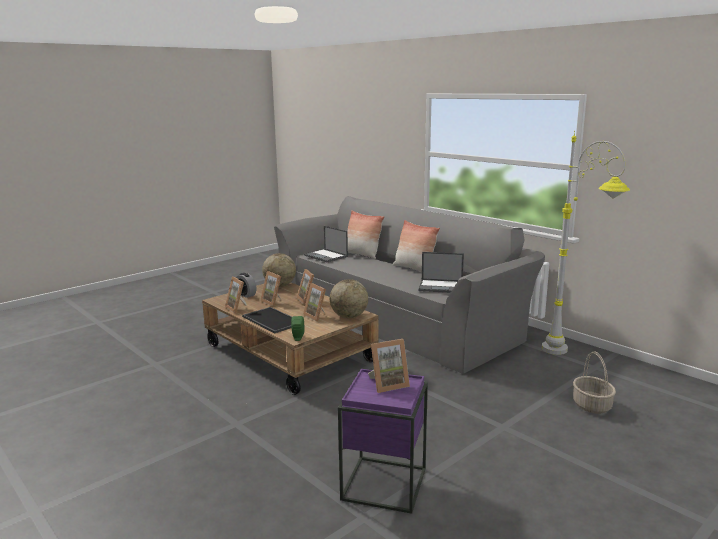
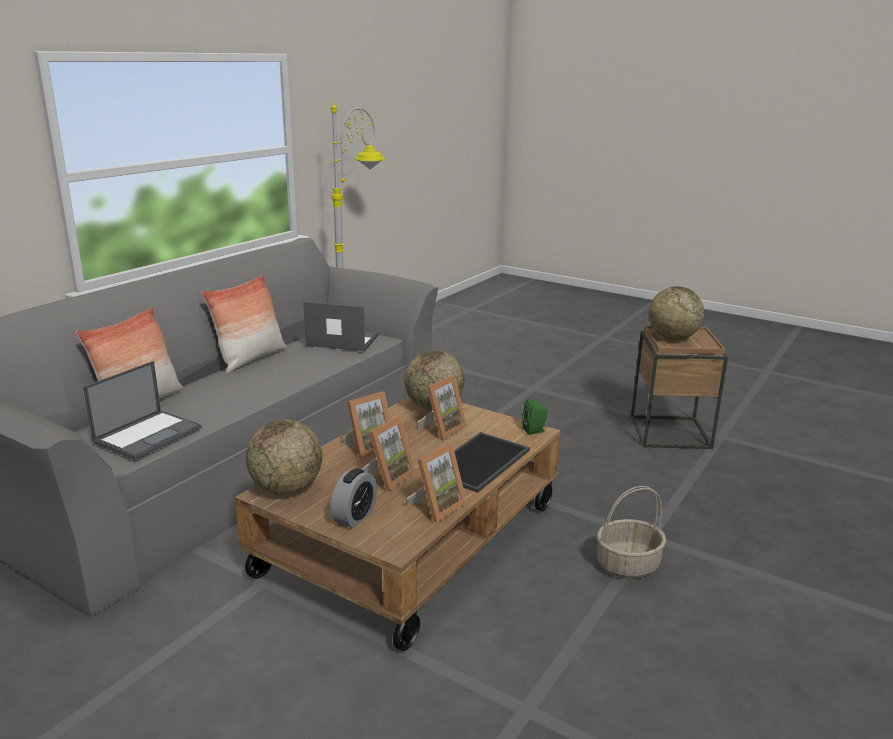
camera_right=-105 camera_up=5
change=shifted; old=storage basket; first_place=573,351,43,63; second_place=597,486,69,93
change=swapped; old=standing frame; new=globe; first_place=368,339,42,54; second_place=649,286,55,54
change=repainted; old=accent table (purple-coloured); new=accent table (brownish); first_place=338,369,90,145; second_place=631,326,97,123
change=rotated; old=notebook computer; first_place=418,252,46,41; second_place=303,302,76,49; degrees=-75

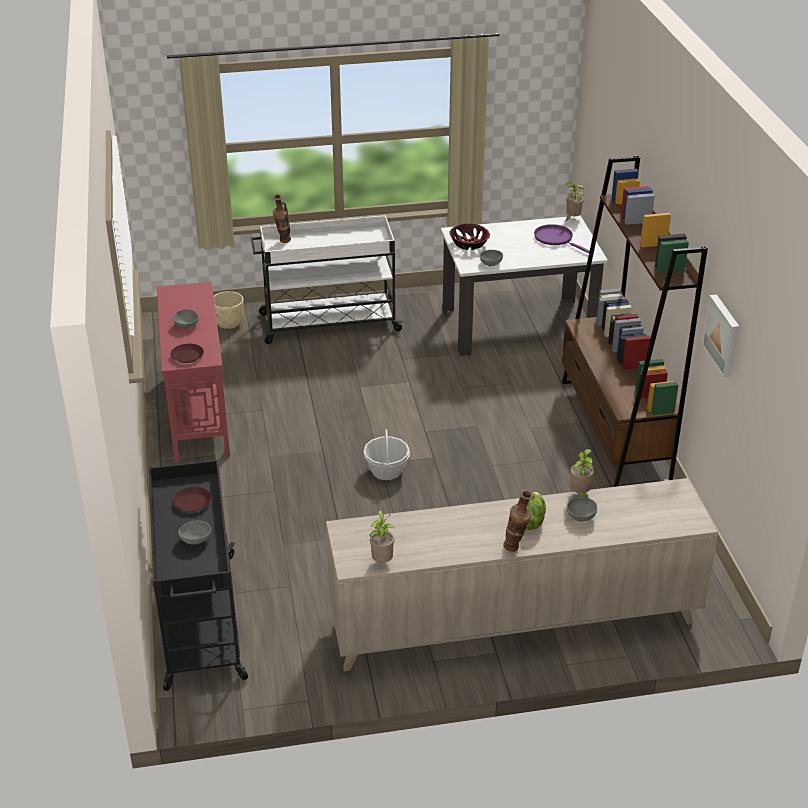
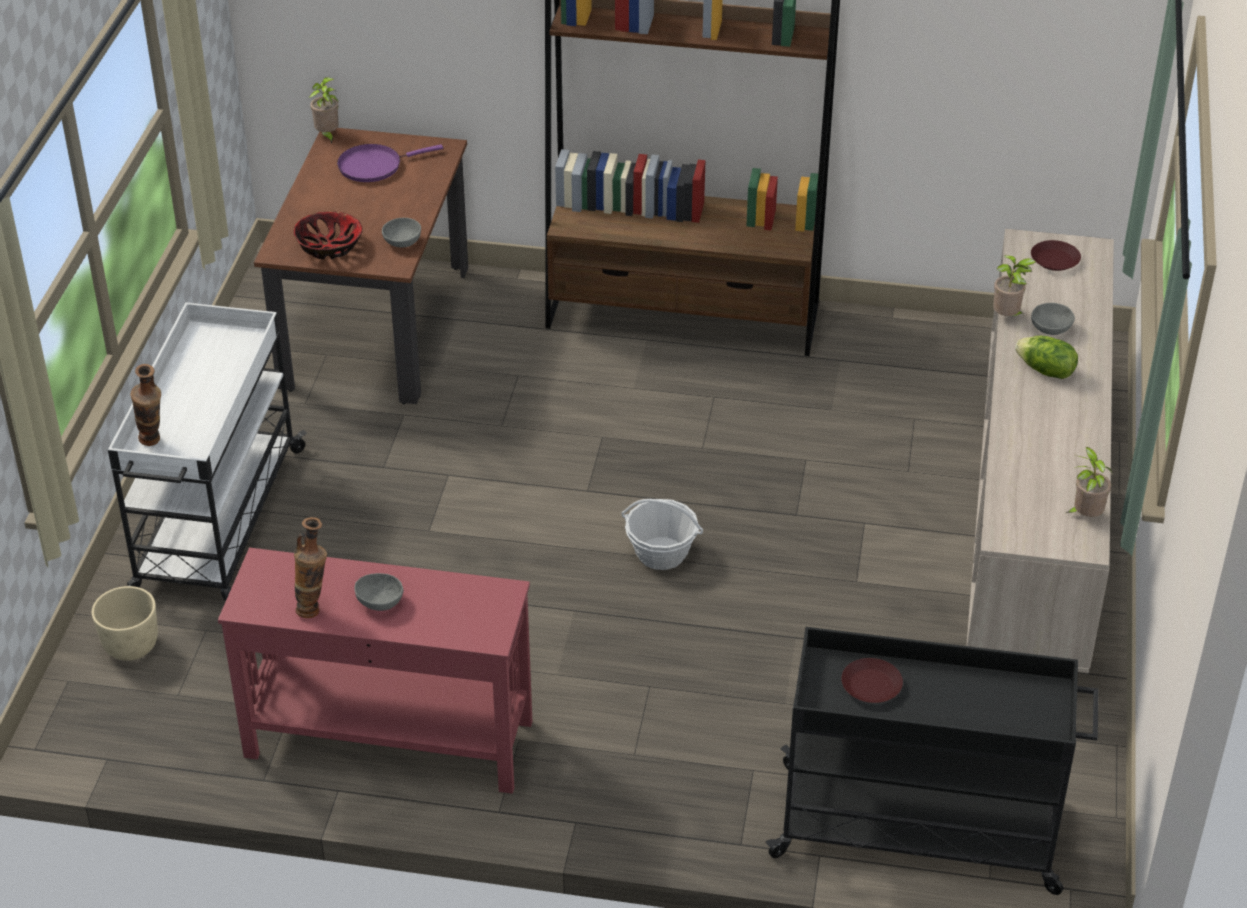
camera_right=-70 camera_up=5
change=gone; old=serving bowl (grey); first_place=178,521,33,23
change=gone; old=wall art; first_place=702,294,37,84
change=shifted; old=dinner plate (brownish); first_place=170,344,34,19; second_place=1031,240,50,31
change=shifted; old=vase; first_place=503,490,31,62; second_place=294,517,33,101
change=repainted; old=dinner table (white); new=dinner table (brownish); first_place=441,215,167,141; second_place=254,128,214,276

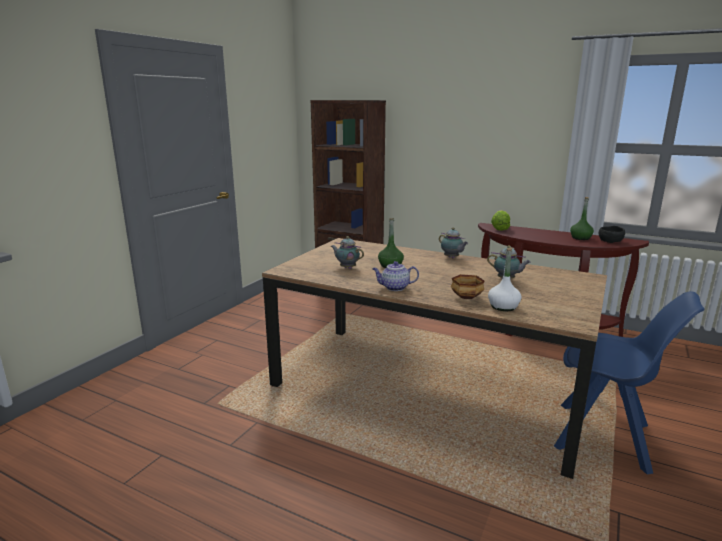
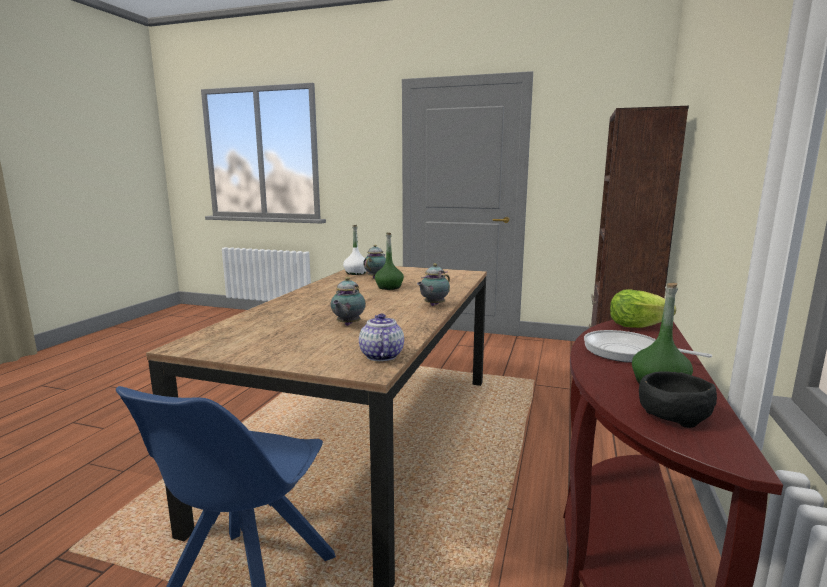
camera_right=80 camera_up=-5
change=gone; old=serving bowl; first_place=451,274,33,25
change=new; new=skillet; second_place=584,330,128,33
change=shifted; old=tea pot; first_place=372,261,47,30; second_place=359,314,45,47
change=shifted; old=drink bottle (white); first_place=488,248,33,63; second_place=343,225,24,50

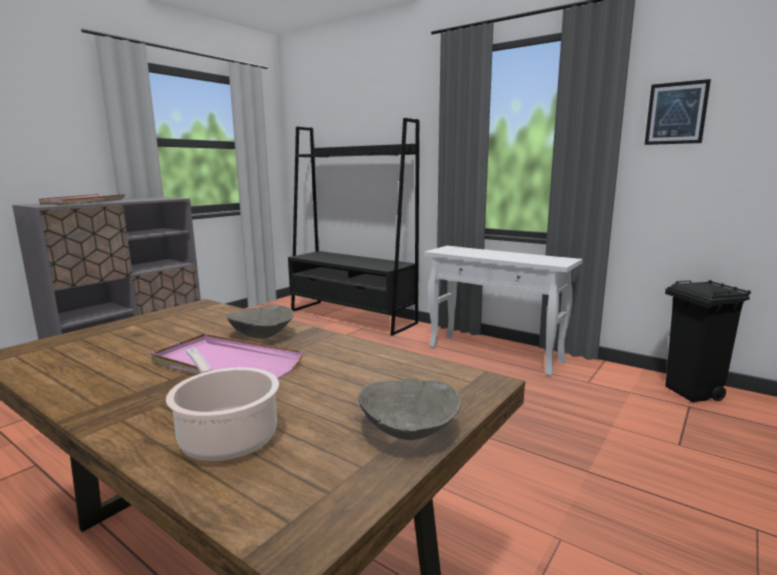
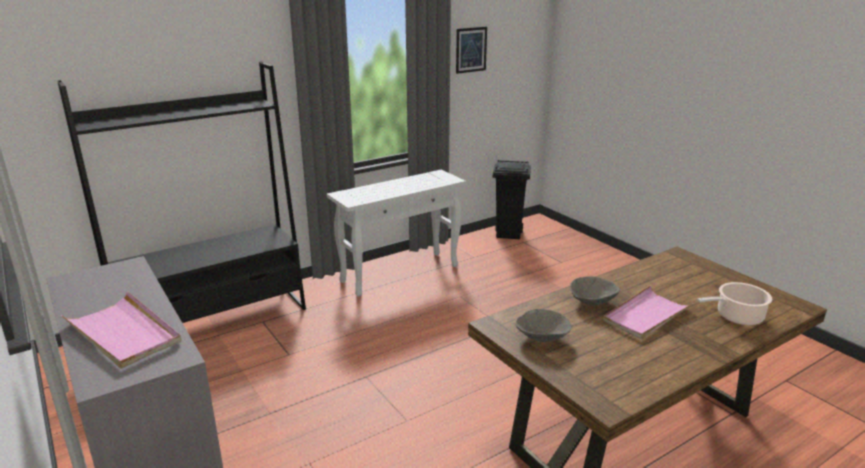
camera_right=-70 camera_up=10
change=shifted; old=serving bowl (grey); first_place=358,379,103,61; second_place=516,309,56,33

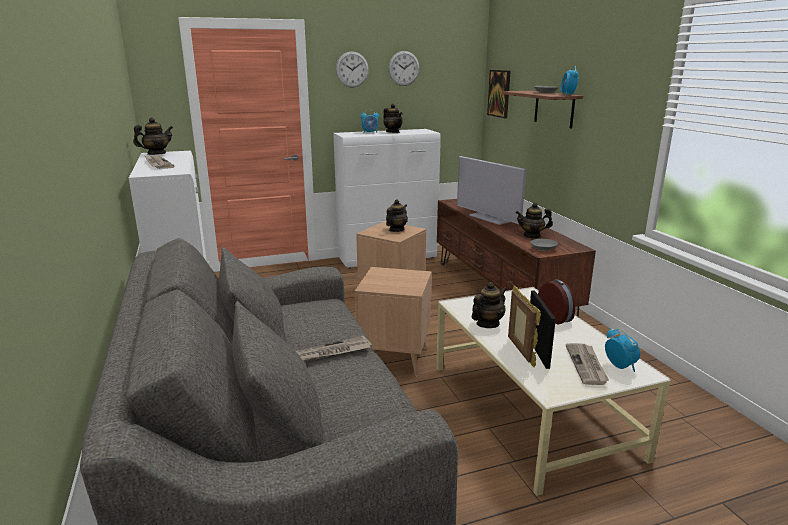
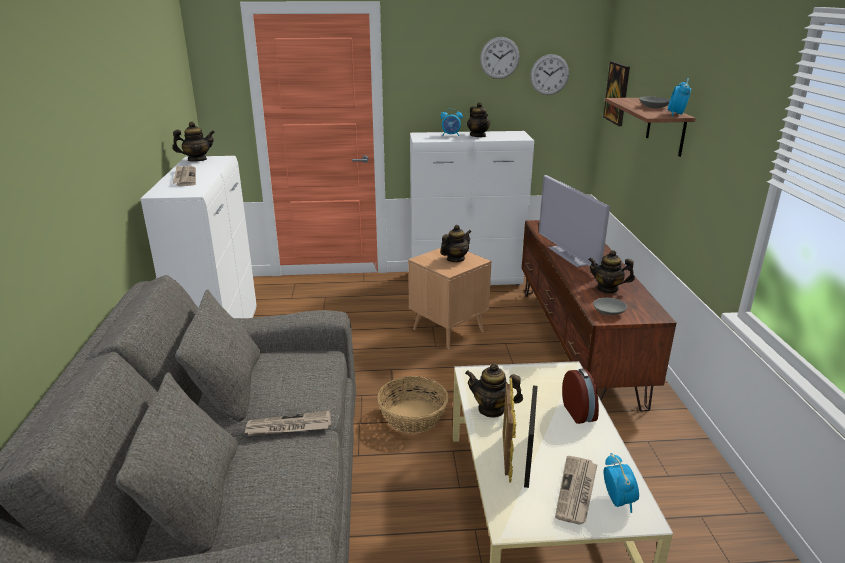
camera_right=15 camera_up=5
change=shifted; old=hanging clock; first_place=336,51,33,37; second_place=530,54,39,41
change=swapped; old=accent table (brownish); new=storage basket; first_place=355,267,77,109; second_place=377,376,71,58
change=rotated; old=tea pot; first_place=472,282,35,46; second_place=465,363,58,55; degrees=-135

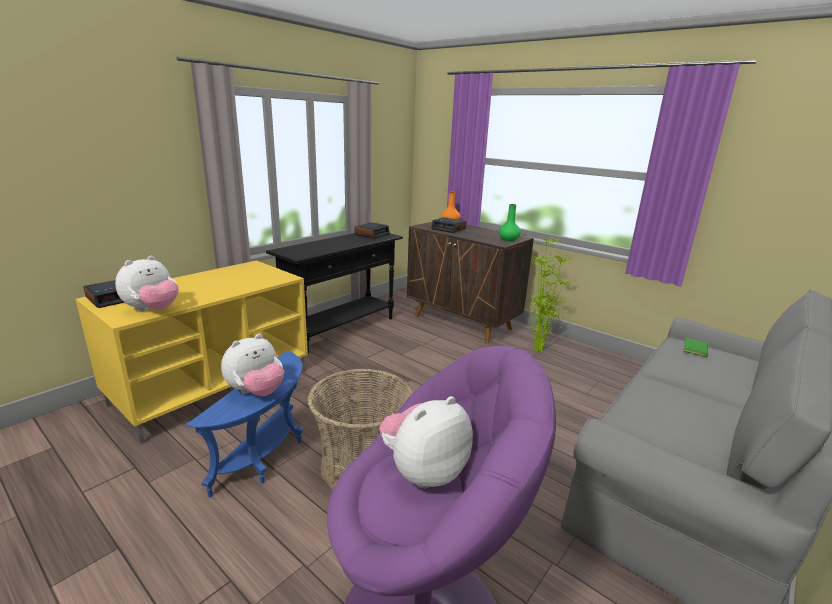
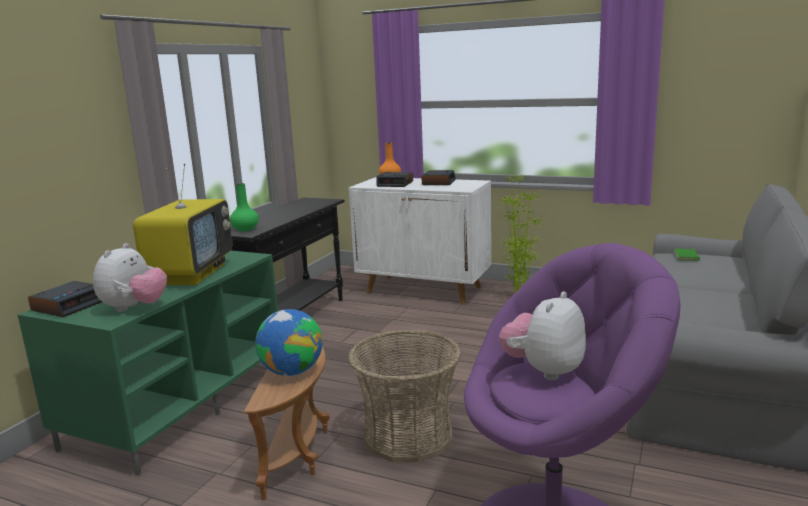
camera_right=-15 camera_up=-5
change=new; new=TV; second_place=133,164,99,121
change=shifted; old=bedside clock; first_place=354,222,36,16; second_place=422,170,34,15
change=shifted; old=vase (green); first_place=499,204,22,37; second_place=230,183,29,48
change=swapped; old=plush toy; new=globe; first_place=221,334,63,62; second_place=255,309,68,67
change=repainted; old=tv unit (yellowish); new=tv unit (green); first_place=75,260,233,184; second_place=18,251,260,224
change=repainted; old=accent table (blue); new=accent table (brownish); first_place=186,351,117,146; second_place=244,347,86,153
change=repainted; old=cupboard (brownish); new=cupboard (white); first_place=407,222,127,122; second_place=349,177,142,128

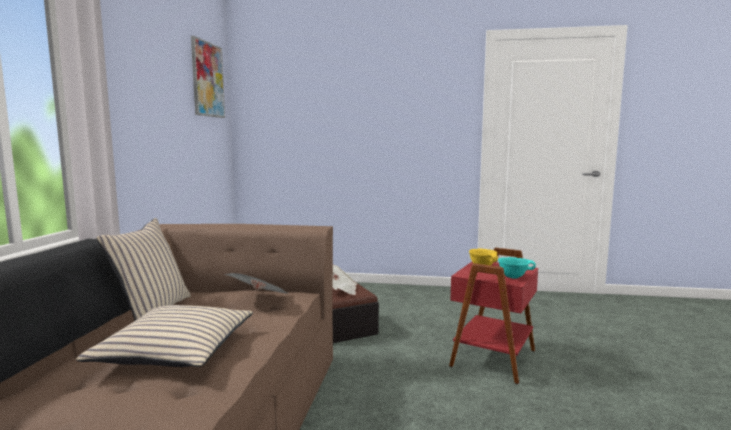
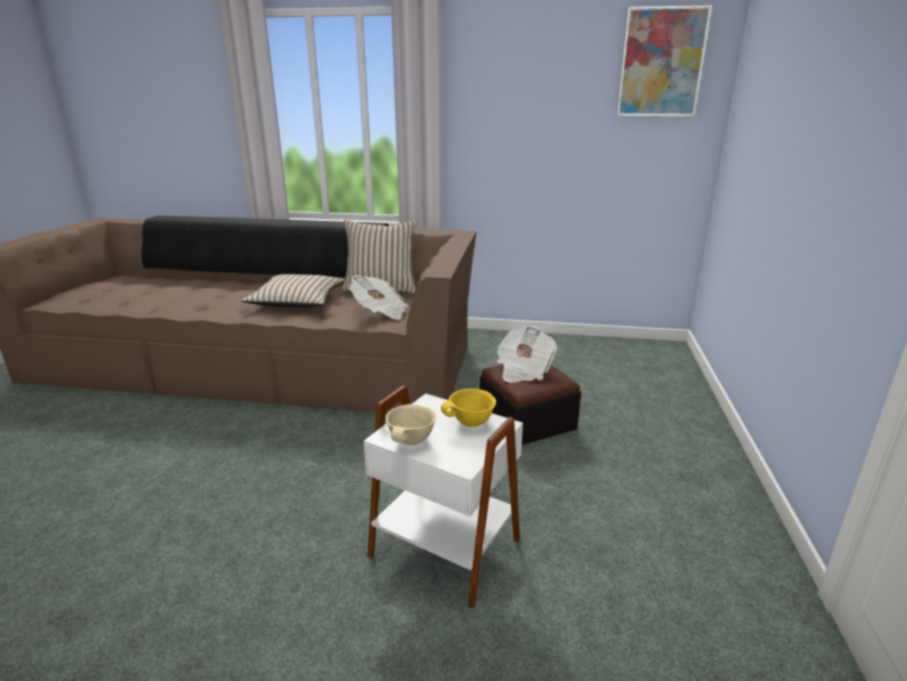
camera_right=90 camera_up=15
change=repainted; old=accent table (red-coloured); new=accent table (white); first_place=449,248,89,137; second_place=364,385,159,223
change=repainted; old=serving bowl (turquoise-coloured); new=serving bowl (beige-coloured); first_place=498,257,38,22; second_place=385,404,51,41

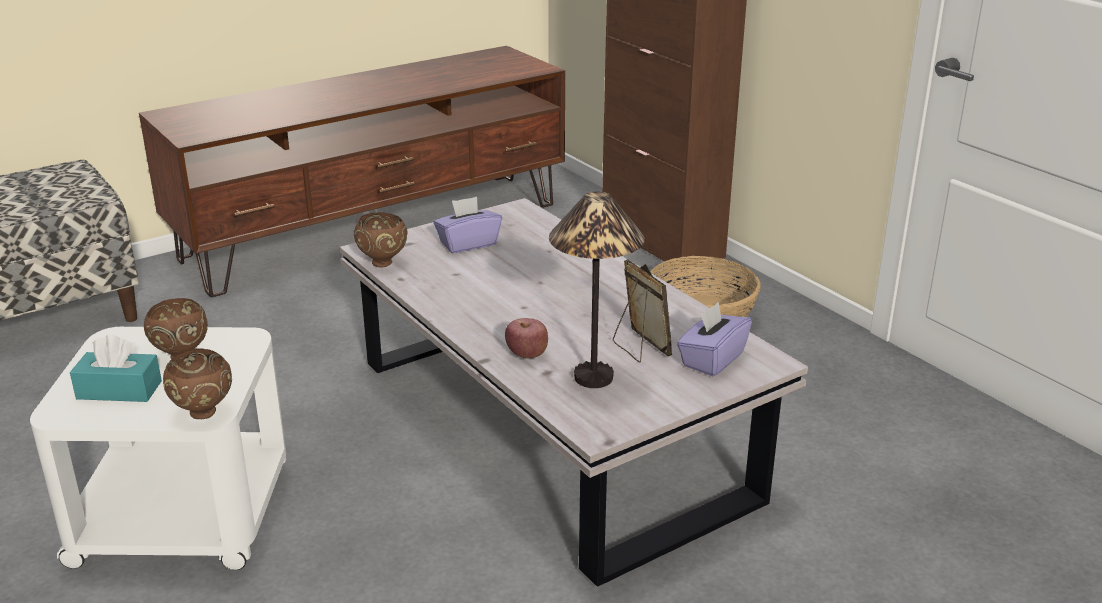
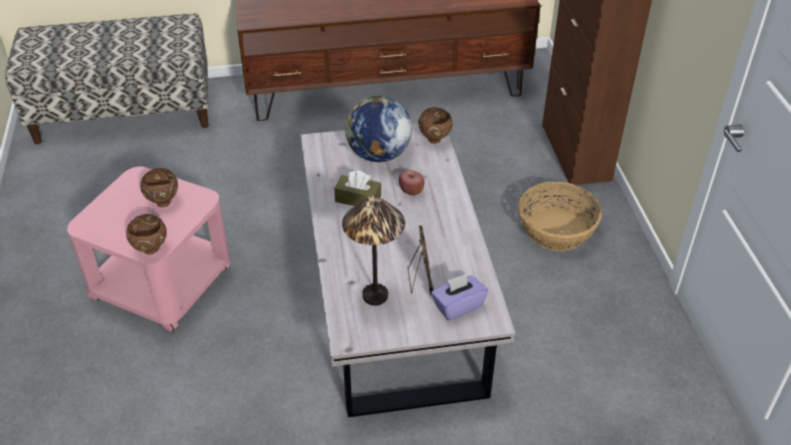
camera_right=25 camera_up=15
change=gone; old=tissue box (turquoise-coloured); first_place=70,334,92,68
change=new; new=tissue box (brownish); second_place=334,170,47,36
change=shifted; old=serving bowl (brownish); first_place=354,212,54,56; second_place=418,107,35,37
change=shifted; old=apple; first_place=505,318,43,41; second_place=399,170,25,25
change=swapped; old=tissue box (purple-coloured); new=globe; first_place=434,197,68,56; second_place=345,96,67,66
change=repainted; old=accent table (white); new=accent table (pink); first_place=30,327,256,243; second_place=67,166,163,166

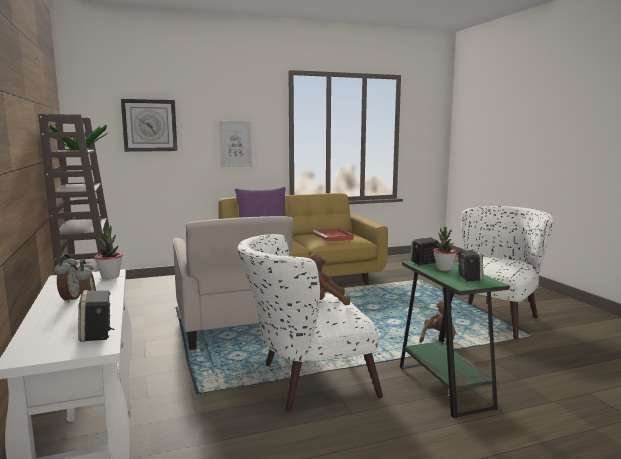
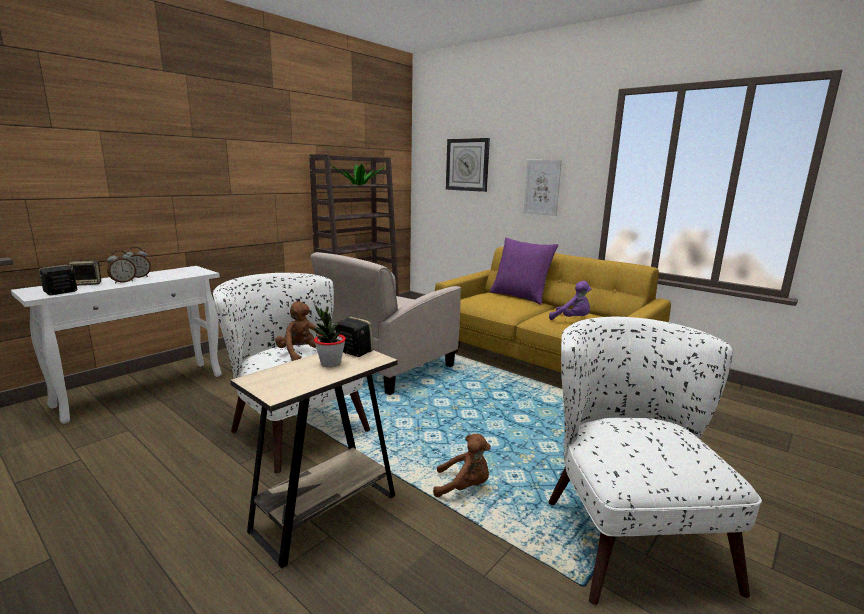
camera_right=60 camera_up=5
change=gone; old=potted plant; first_place=95,225,28,54
change=shifted; old=loudspeaker; first_place=458,249,26,32; second_place=68,260,34,26
change=swapped; old=serving tray (red-coloured); new=plush toy (purple-coloured); first_place=313,228,41,14; second_place=549,281,42,39
change=repainted; old=accent table (green); new=accent table (beige-coloured); first_place=400,261,110,157; second_place=231,350,166,218
change=rotated; old=armchair (white); first_place=452,206,101,134; second_place=548,317,214,288; degrees=-105

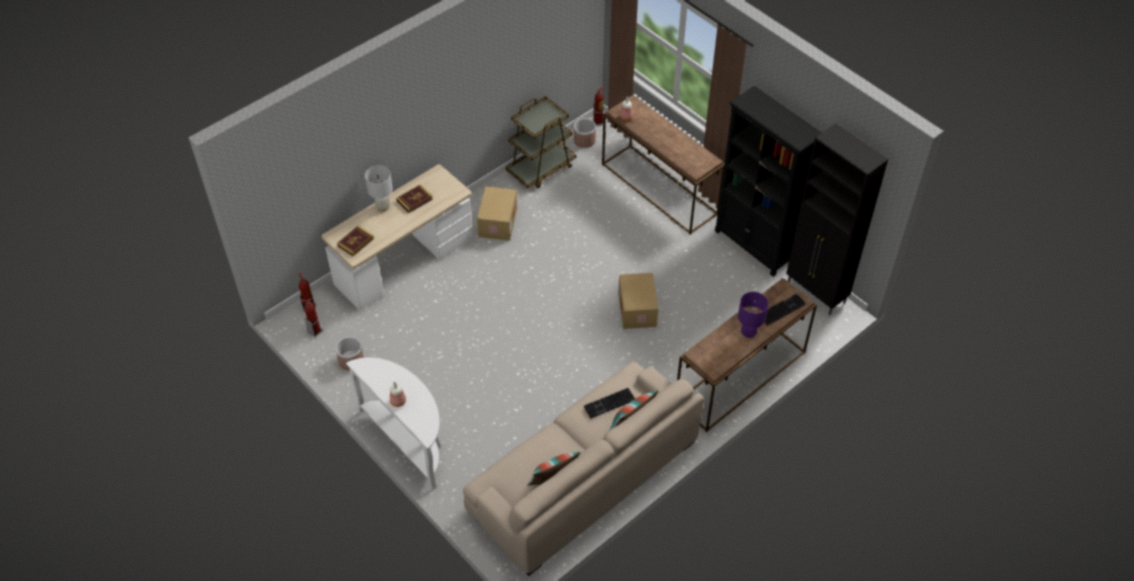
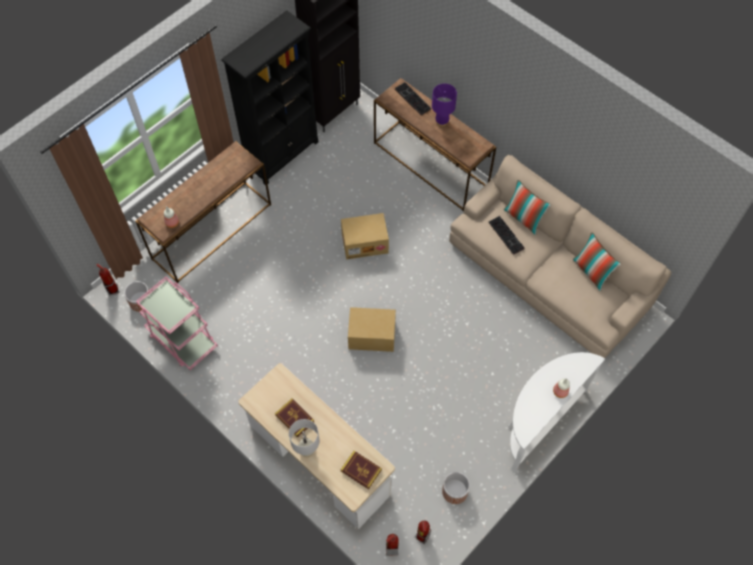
camera_right=-95 camera_up=10
change=shifted; old=cardboard box; first_place=477,187,40,54; second_place=348,307,48,45
change=repainted; old=trolley (brownish); new=trolley (pink); first_place=506,96,70,92; second_place=136,277,82,93

